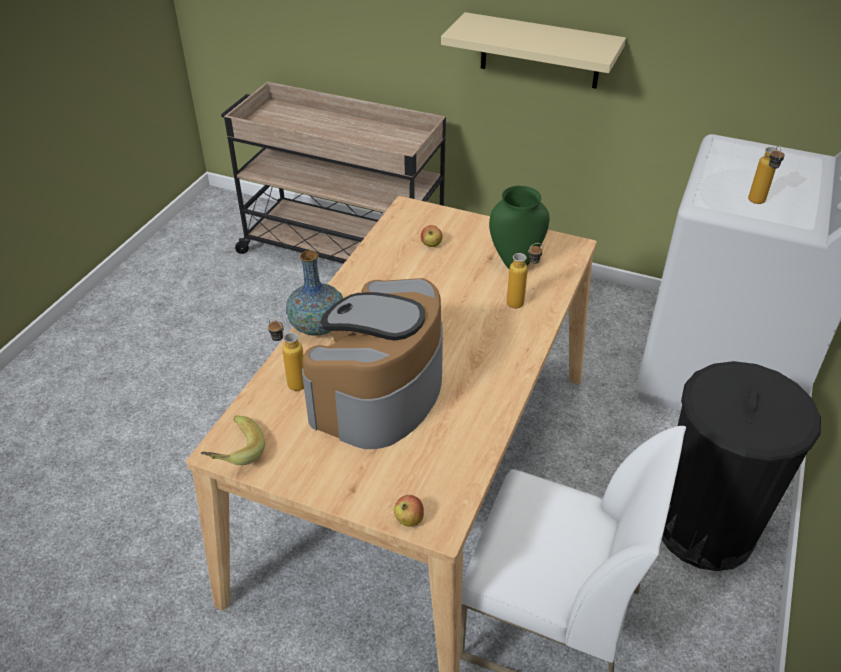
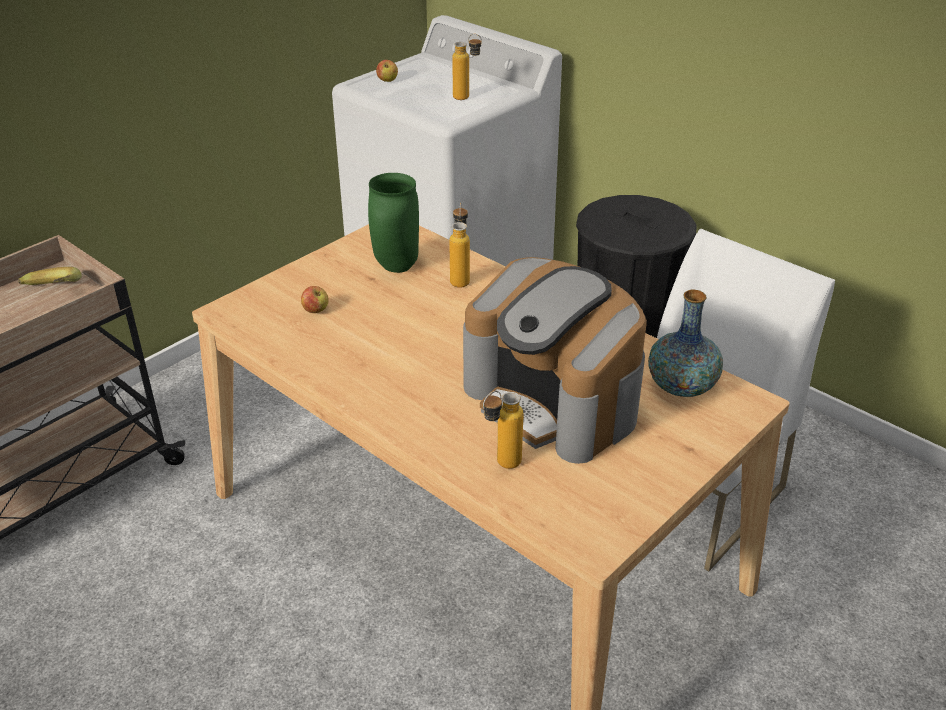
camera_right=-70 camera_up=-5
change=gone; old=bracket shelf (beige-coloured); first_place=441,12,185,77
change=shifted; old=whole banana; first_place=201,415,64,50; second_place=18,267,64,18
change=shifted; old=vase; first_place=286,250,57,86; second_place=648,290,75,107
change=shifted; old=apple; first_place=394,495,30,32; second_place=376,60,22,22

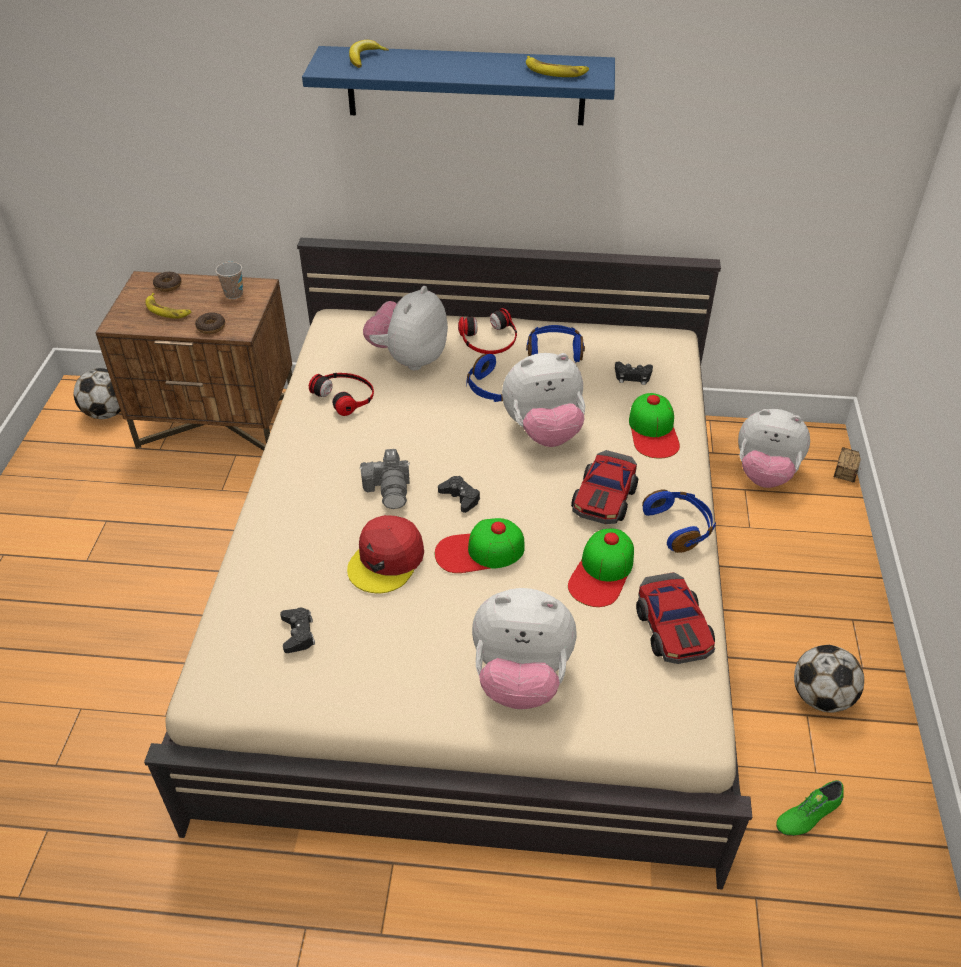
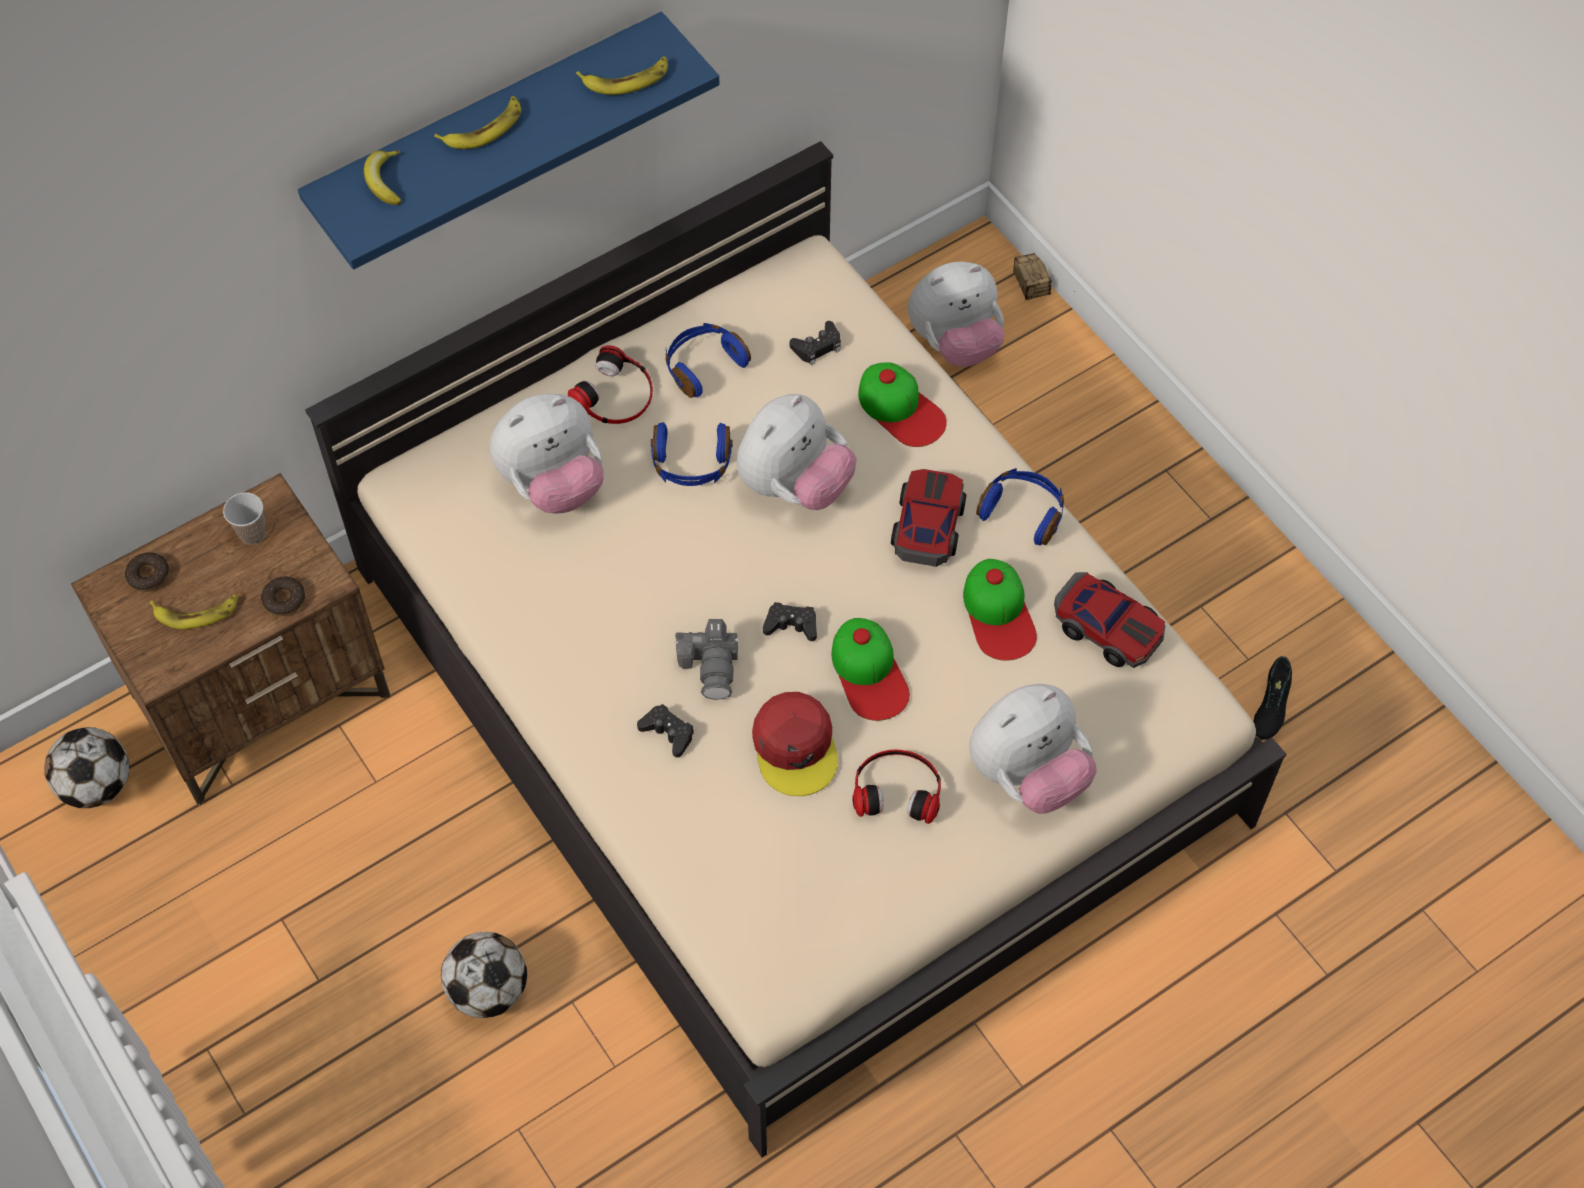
camera_right=-40 camera_up=15
change=new; new=whole banana; second_place=434,96,87,53
change=shifted; old=joypad (black); first_place=280,608,35,45; second_place=637,704,57,54
change=shifted; old=pair of headphones; first_place=309,373,65,43; second_place=852,749,89,75
change=shifted; old=ball for football; first_place=794,645,70,68; second_place=441,932,86,86
change=repainted; old=low shoe (green); new=low shoe (black); first_place=776,780,68,56; second_place=1253,656,39,84
change=rotated; old=photo camera; first_place=360,449,50,60; second_place=675,619,64,81; degrees=45
change=rotated; old=plush toy; first_place=363,286,85,85; second_place=490,394,114,120; degrees=-105
change=rotated; old=baseball cap; first_place=435,518,90,55; second_place=832,618,78,103; degrees=-60
change=rotated; old=toy car; first_place=571,450,67,74; second_place=891,469,75,98; degrees=-150

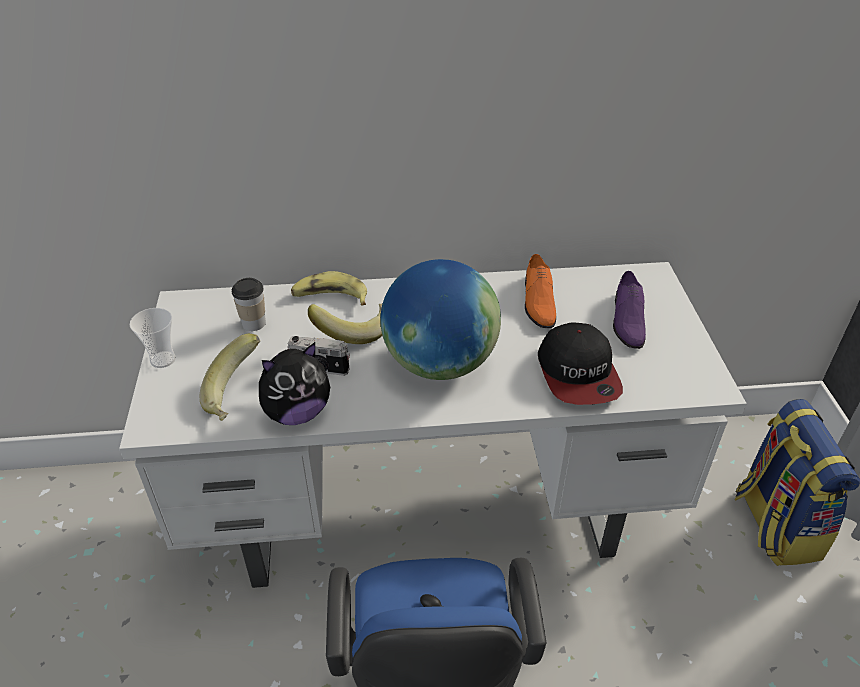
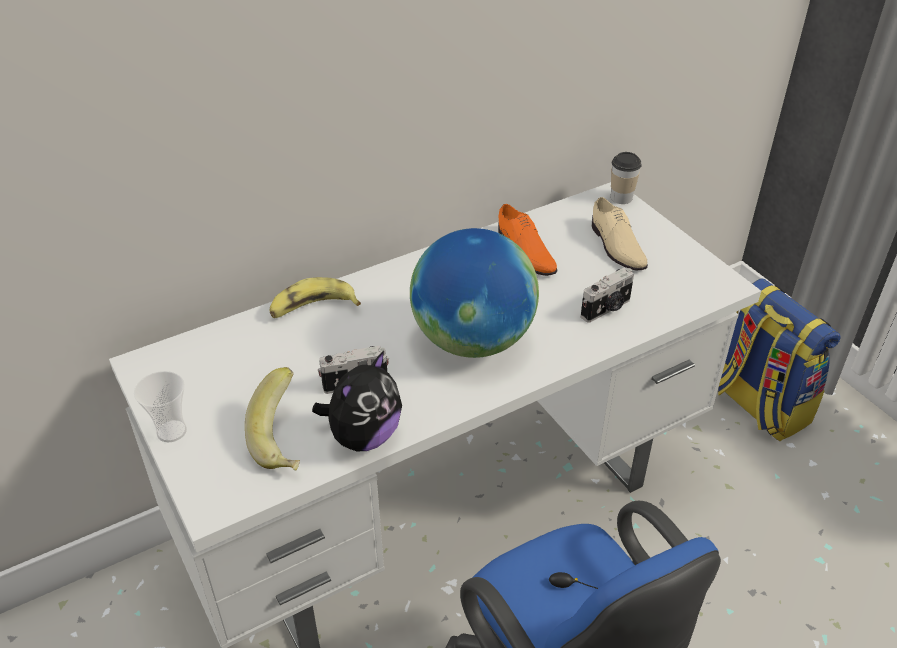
camera_right=-25 camera_up=0
change=gone; old=whole banana; first_place=308,303,75,41
change=shifted; old=drinking cup; first_place=232,278,34,53; second_place=611,152,31,52
change=swapped; old=baseball cap; new=photo camera; first_place=538,322,85,83; second_place=581,267,53,56
change=repainted; old=low shoe (purple-coloured); new=low shoe (beige-coloured); first_place=613,271,33,78; second_place=592,197,56,74

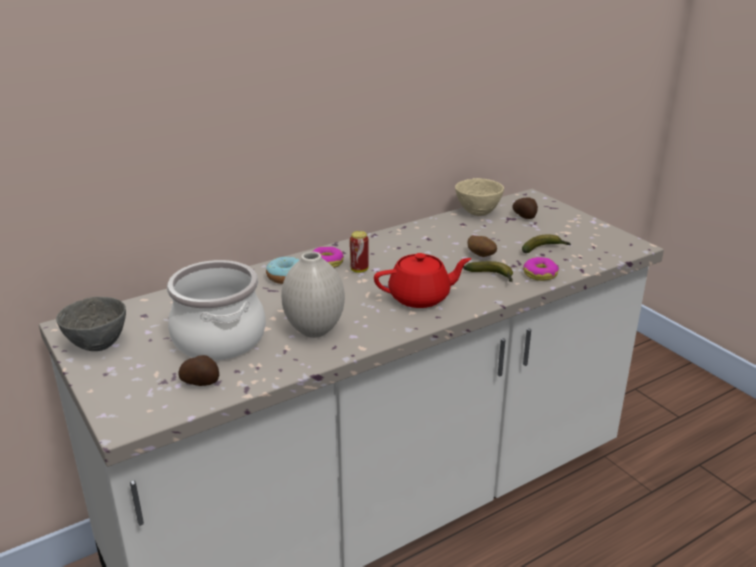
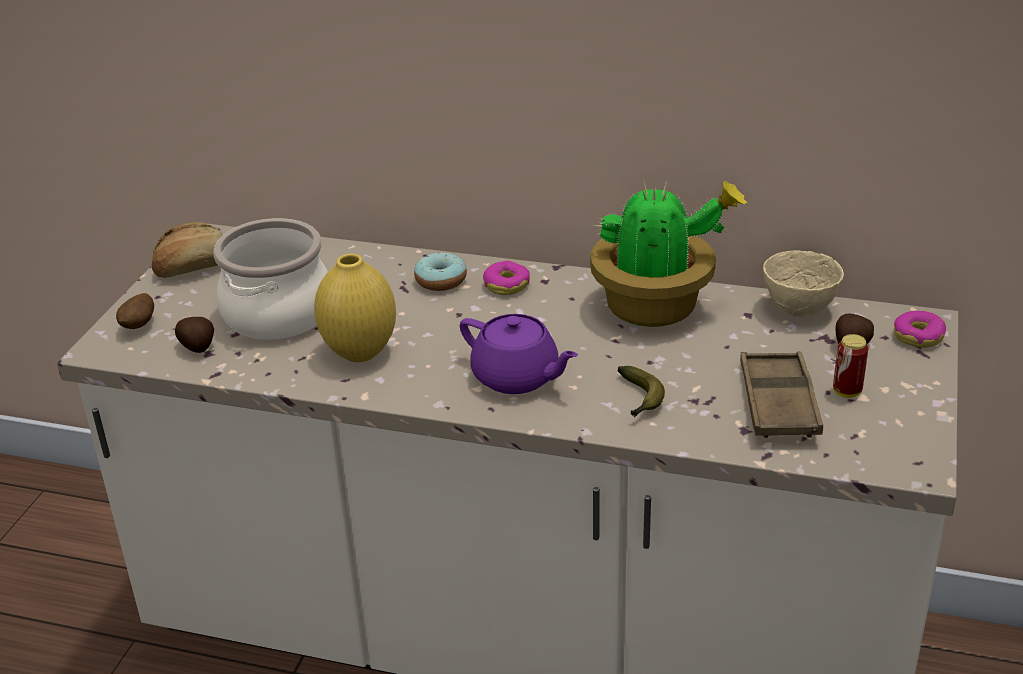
camera_right=50 camera_up=5
change=new; new=potted plant; second_place=590,179,158,148
change=shifted; old=can; first_place=350,231,19,42; second_place=833,334,35,64
change=shifted; old=spud; first_place=467,235,30,22; second_place=116,293,38,36
change=shifted; old=doughnut; first_place=523,257,36,24; second_place=894,311,52,37
change=swapped; old=serving bowl (grey); new=baked bread; first_place=56,297,70,54; second_place=152,222,71,56
change=swapped; old=whole banana; new=serving tray (brownish); first_place=522,235,49,18; second_place=740,351,83,87
change=repainted; old=vase (white); new=vase (yellowish); first_place=281,251,64,87; second_place=314,254,82,108
change=repainted; old=tea pot (red-coloured); new=tea pot (purple-coloured); first_place=374,253,97,55; second_place=460,314,118,80

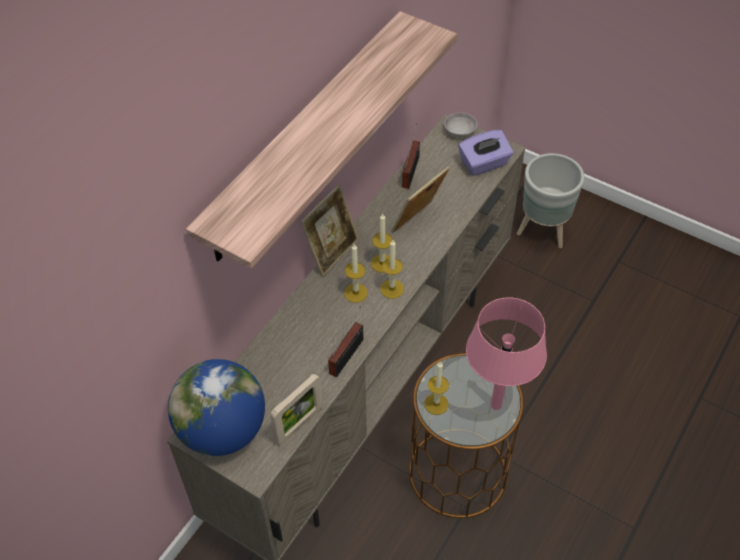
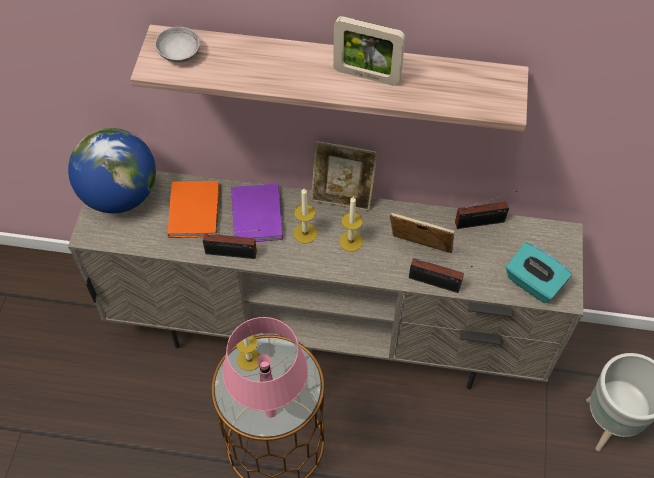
camera_right=65 camera_up=5
change=gone; old=candle; first_place=380,240,24,59
change=new; new=bound book (orange); second_place=167,181,52,57
change=new; new=bound book (purple-coloured); second_place=231,184,52,58
change=new; new=radio set; second_place=409,258,64,35
change=shifted; old=standing frame; first_place=270,373,53,73; second_place=333,16,72,70
change=shifted; old=serving bowl (grey); first_place=444,112,34,26; second_place=155,27,45,36
change=repainted; old=tissue box (purple-coloured); new=tissue box (turquoise-coloured); first_place=458,130,56,46; second_place=506,242,66,61

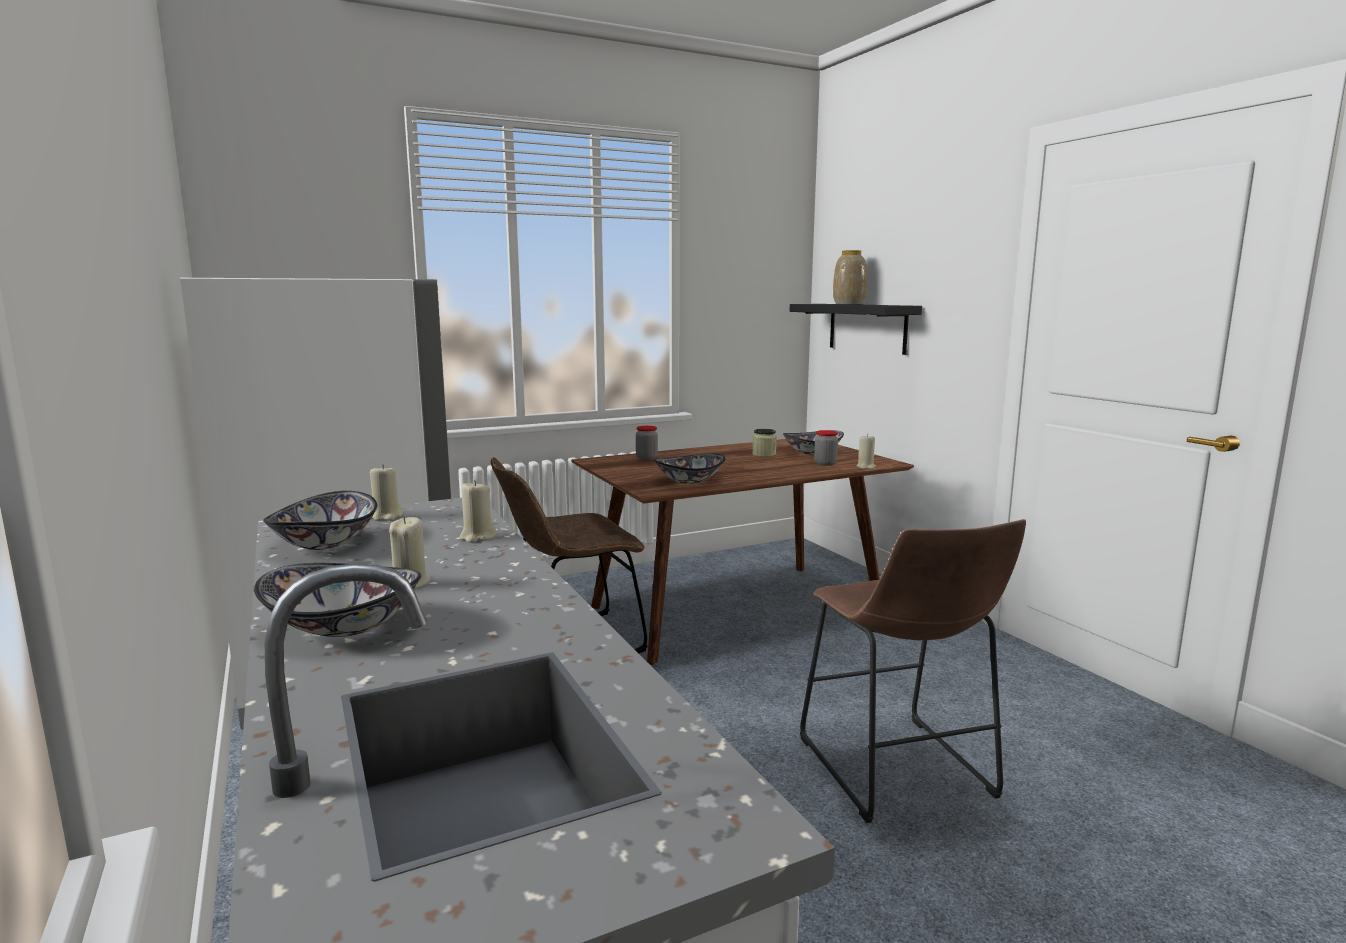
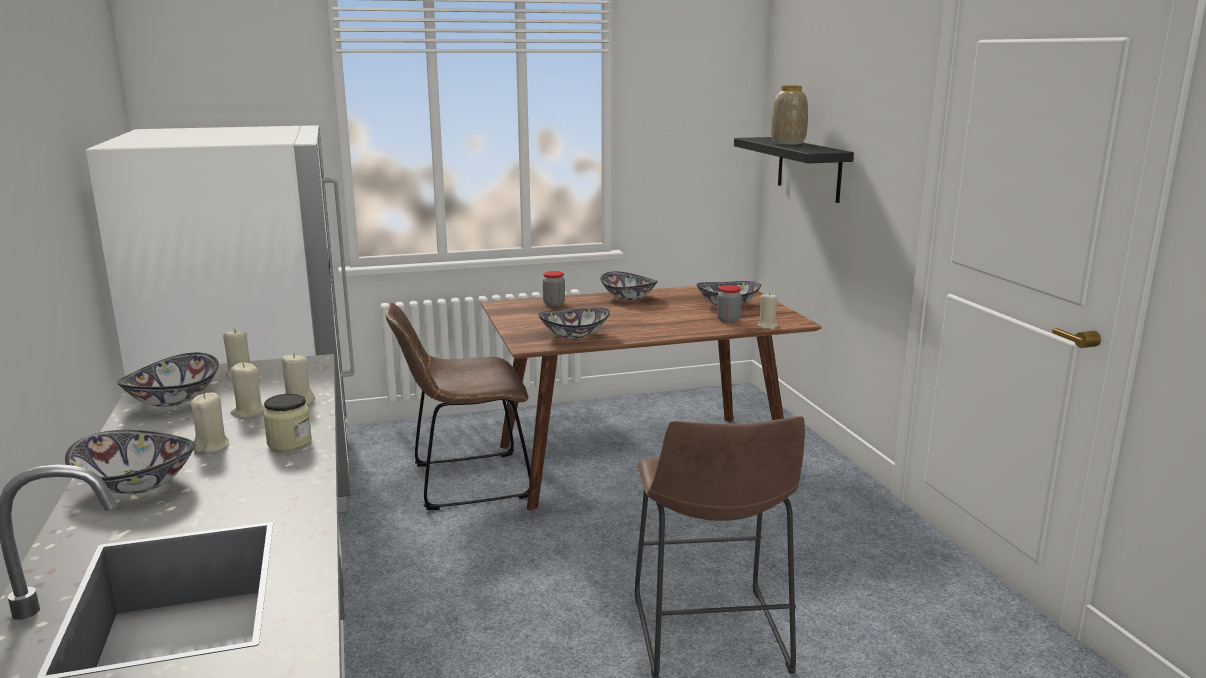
camera_right=10 camera_up=5
change=new; new=candle (beige-coloured); second_place=231,363,35,55
change=new; new=serving bowl; second_place=600,271,58,30
change=shifted; old=preserve jar; first_place=752,429,25,28; second_place=263,394,49,57

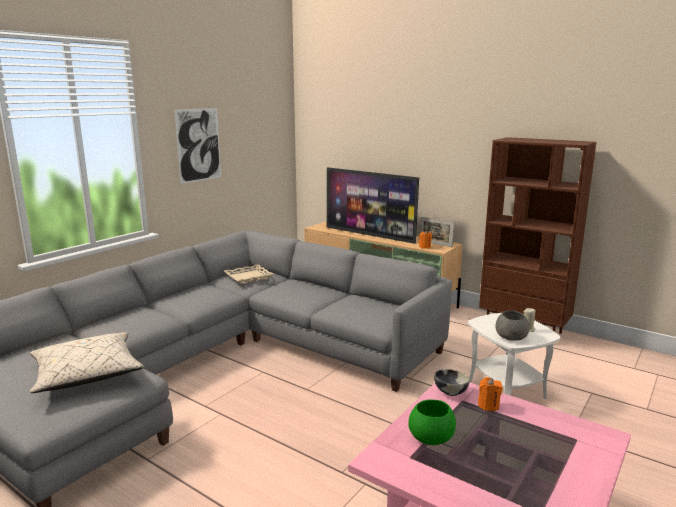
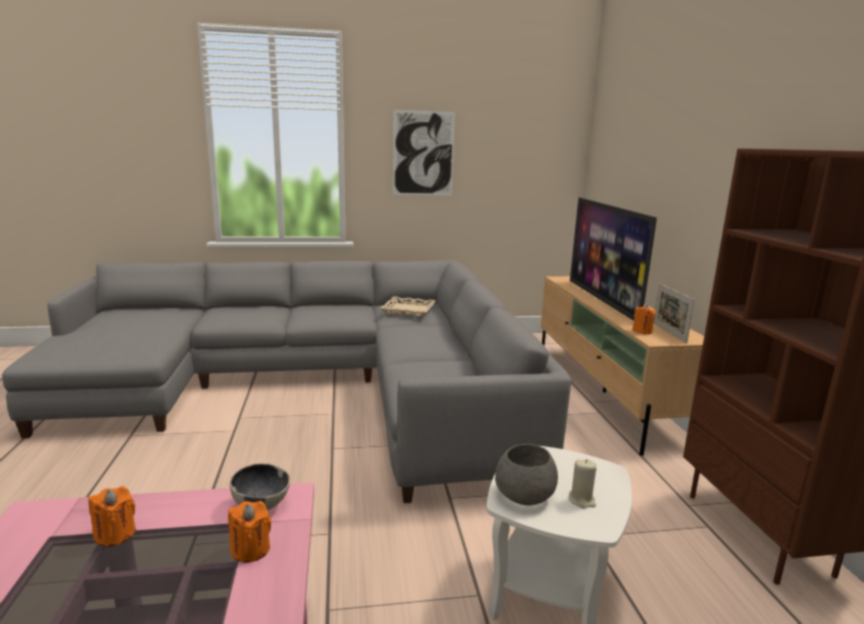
camera_right=45 camera_up=0
change=gone; old=cushion (beige-coloured); first_place=30,332,114,61
change=swapped; old=serving bowl (green); new=candle (orange); first_place=408,400,48,45; second_place=89,486,47,60

